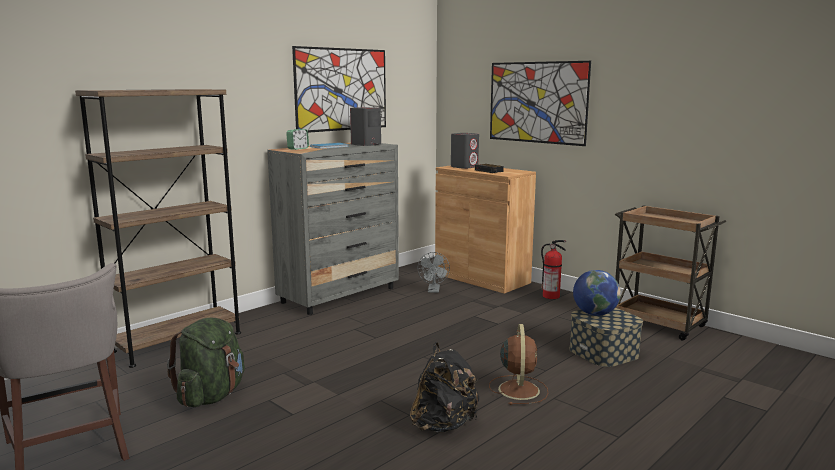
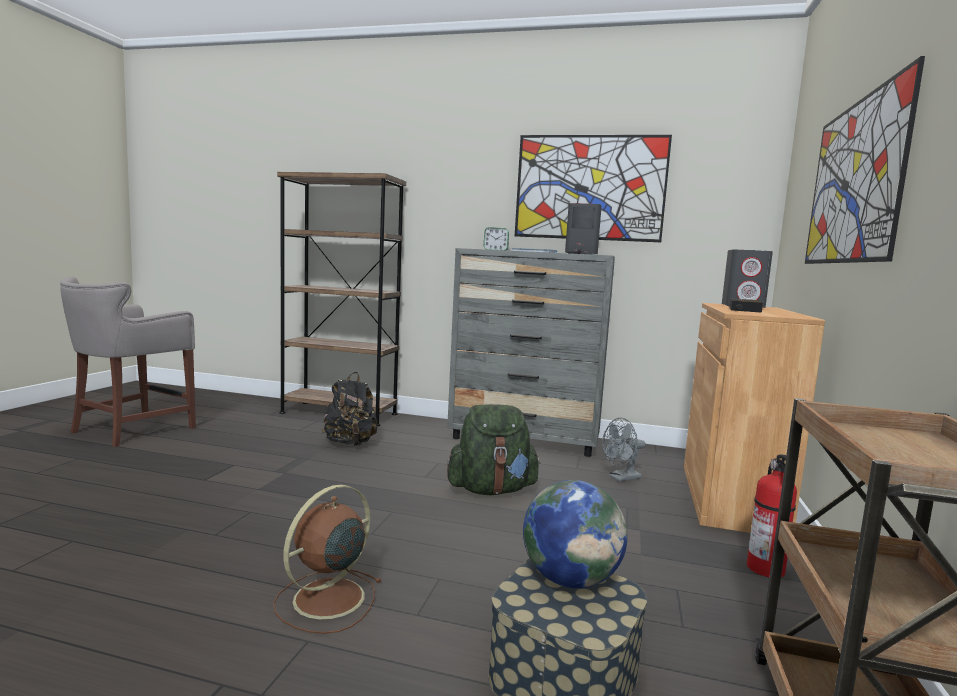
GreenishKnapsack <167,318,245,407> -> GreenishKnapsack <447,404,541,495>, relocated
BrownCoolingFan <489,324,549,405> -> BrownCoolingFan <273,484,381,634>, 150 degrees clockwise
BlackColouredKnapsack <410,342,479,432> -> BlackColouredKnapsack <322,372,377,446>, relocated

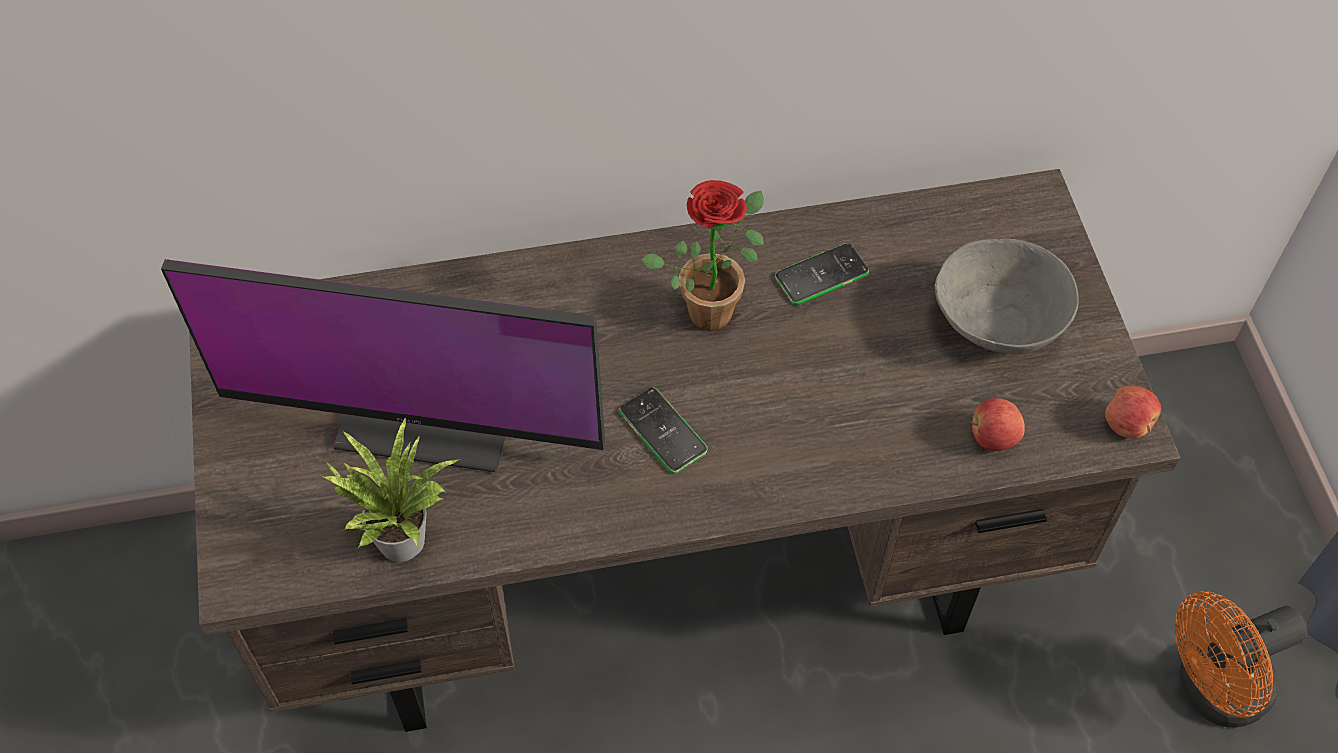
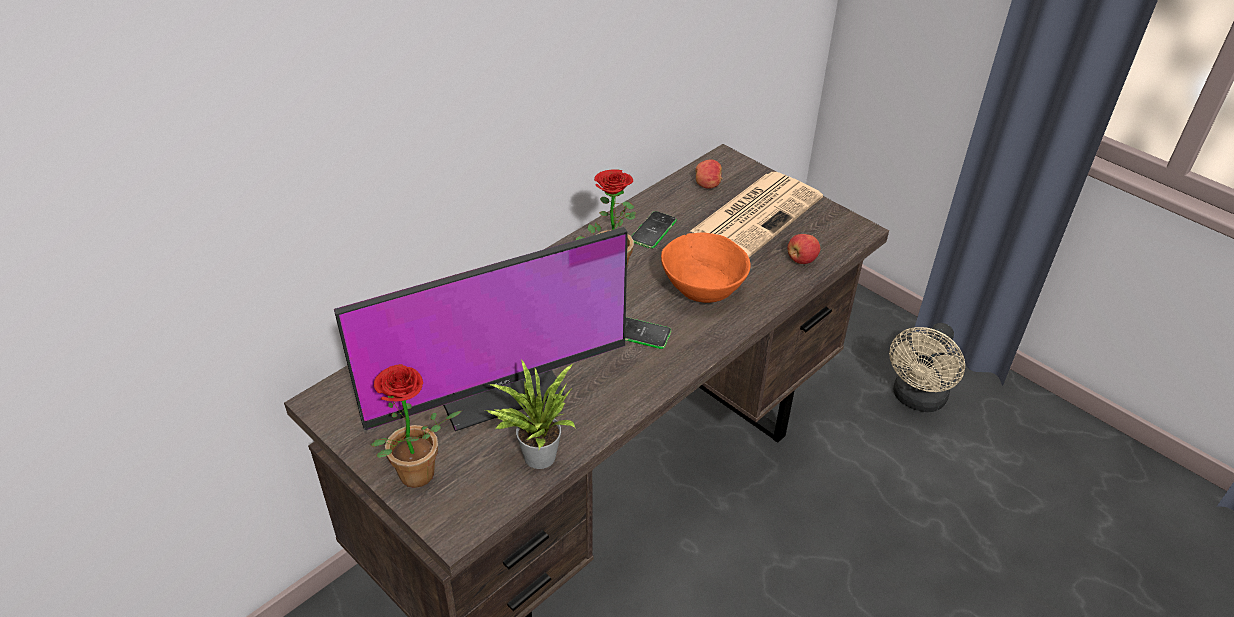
GrayBowl <935,239,1079,354> -> PrintedPaper <690,172,823,257>
AppleFruit <1105,385,1161,438> -> AppleFruit <696,160,722,189>, relocated
OrangeyCoolingFan <1175,591,1307,728> -> BeigeCoolingFan <889,323,965,412>
none -> OrangeyBowl <661,232,751,303>
none -> PottedPlant <370,364,461,488>

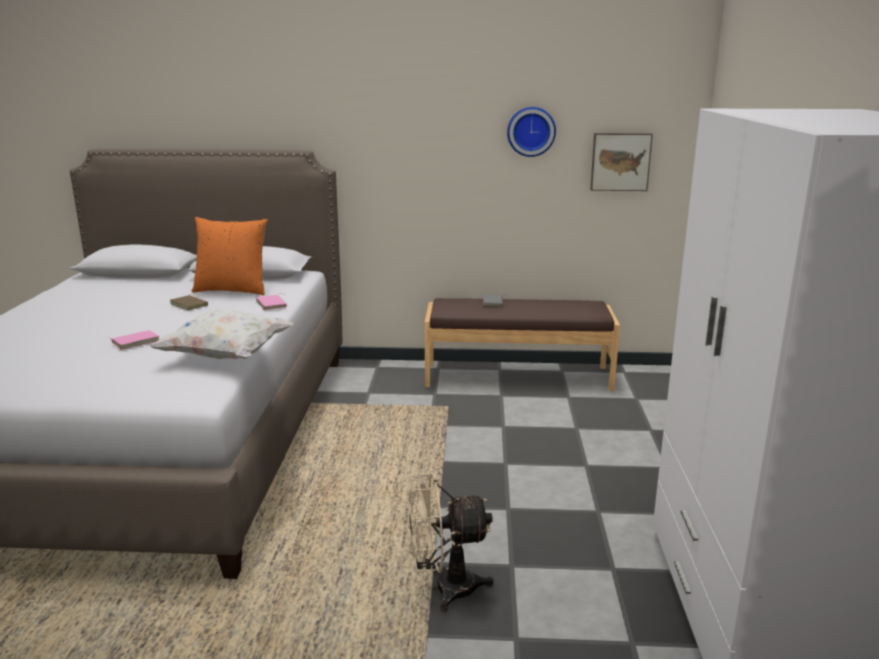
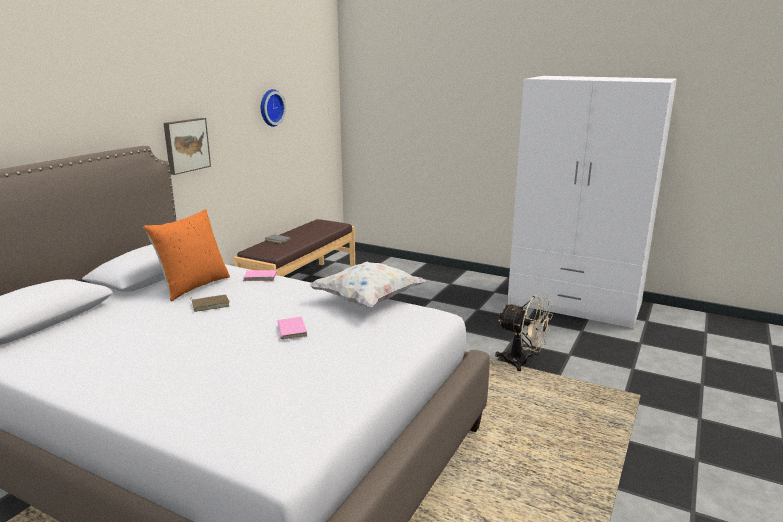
WallArt <590,133,653,191> -> WallArt <163,118,211,175>, relocated
BeigeCoolingFan <407,473,494,612> -> BeigeCoolingFan <495,295,553,371>, 75 degrees counterclockwise

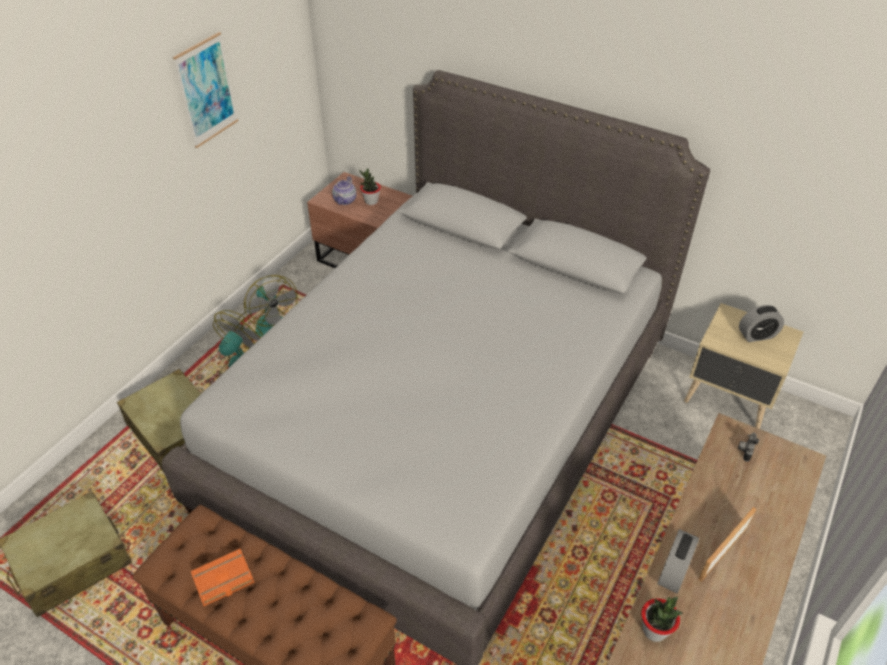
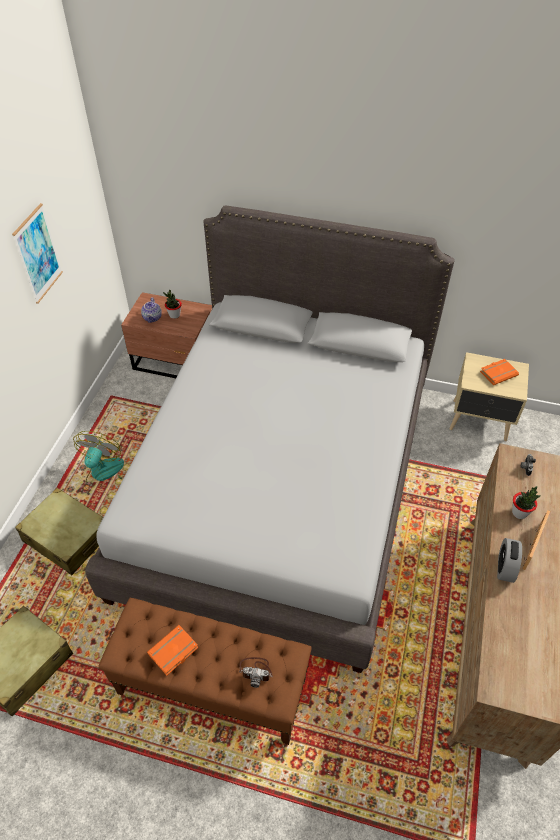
CoolingFan <238,275,298,337> -> none
TableClock <739,305,784,342> -> OrangeyBook <480,359,519,385>
PottedPlant <641,597,683,642> -> PottedPlant <512,486,540,519>, relocated
none -> PhotoCamera <239,657,273,688>

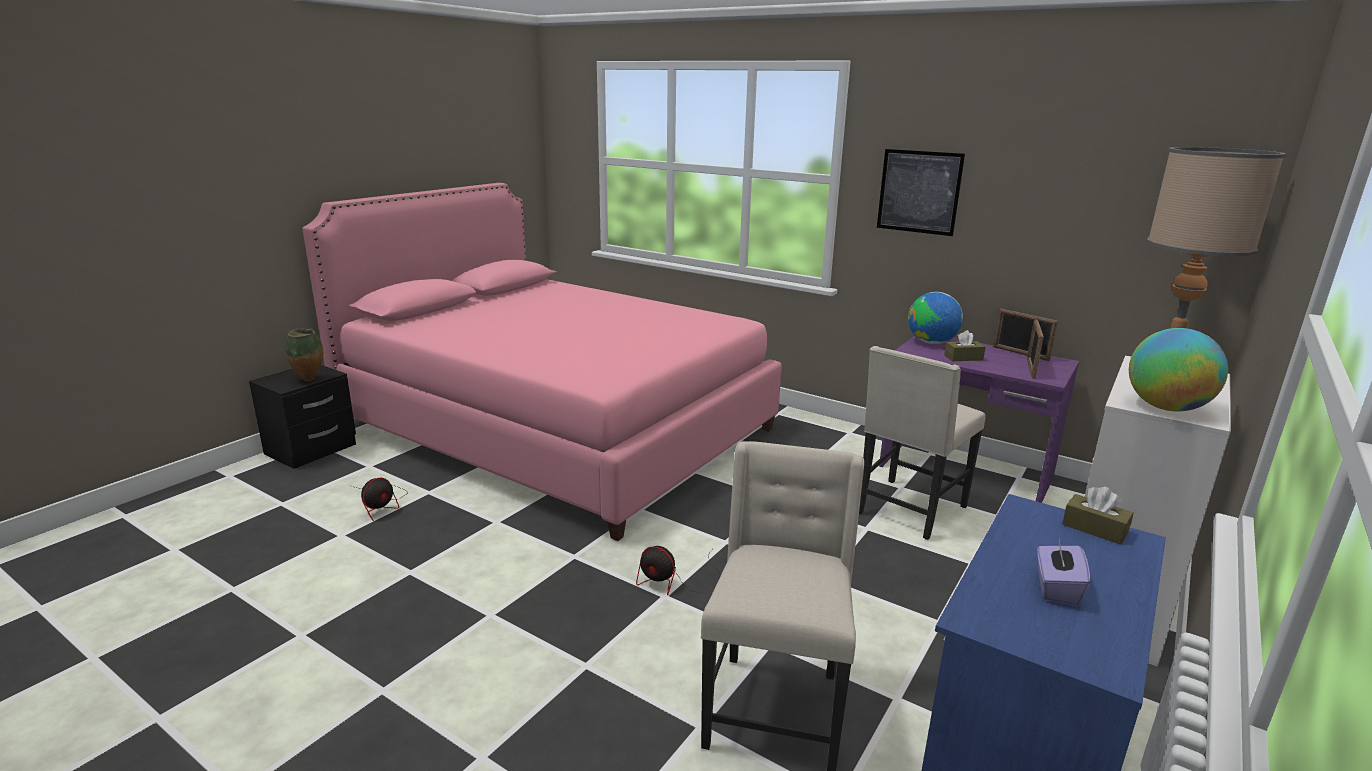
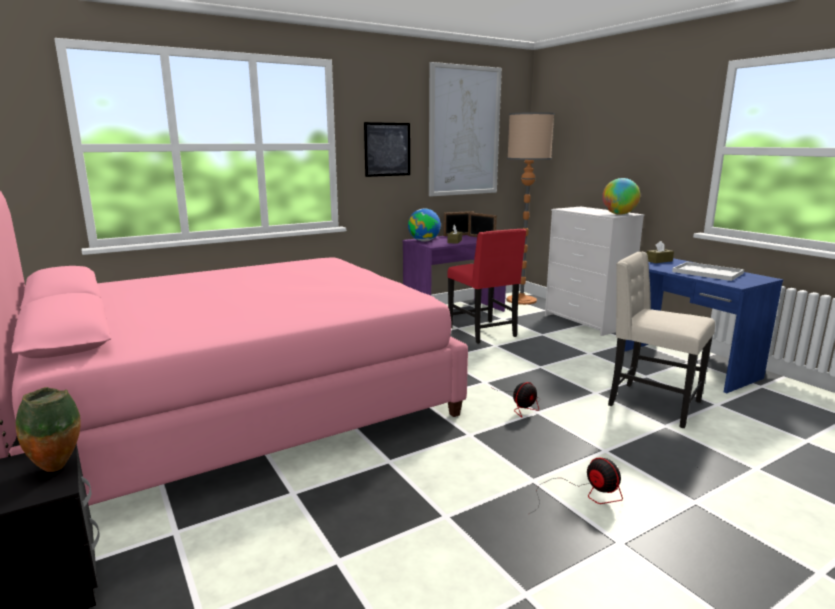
BeigeUprightChair <859,346,986,540> -> ReddishUprightChair <447,229,527,344>
CoolingFan <350,478,408,521> -> CoolingFan <529,458,623,514>, relocated
PurpleBoxOfTissues <1037,539,1090,606> -> WhitishServingTray <672,262,744,281>
none -> WallArt <429,62,502,196>

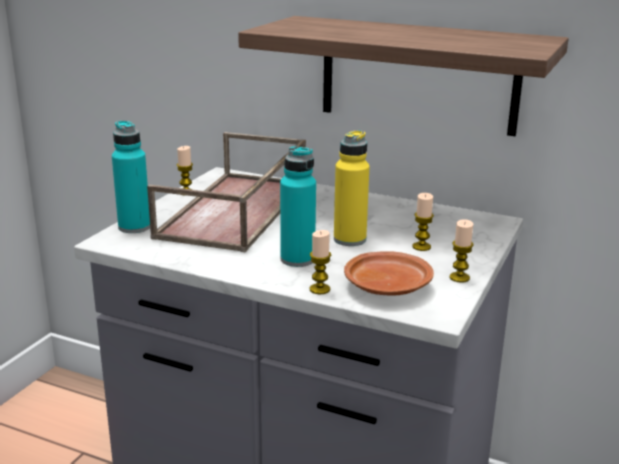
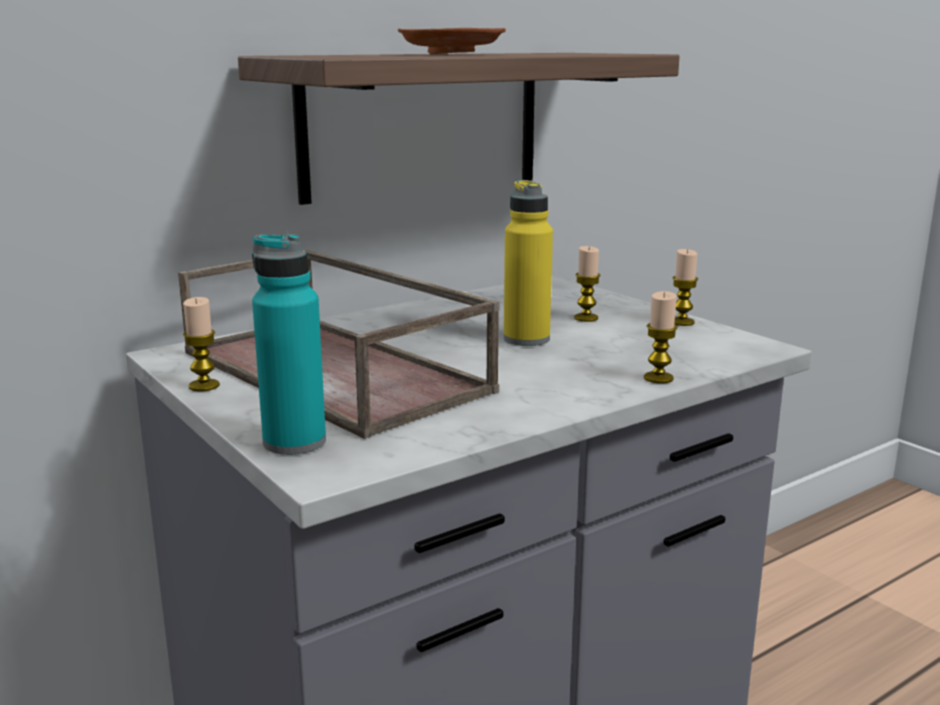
TurquoiseColouredBeverageBottle <280,146,316,267> -> none
BrownPlate <344,251,434,296> -> BrownPlate <398,28,506,54>, relocated

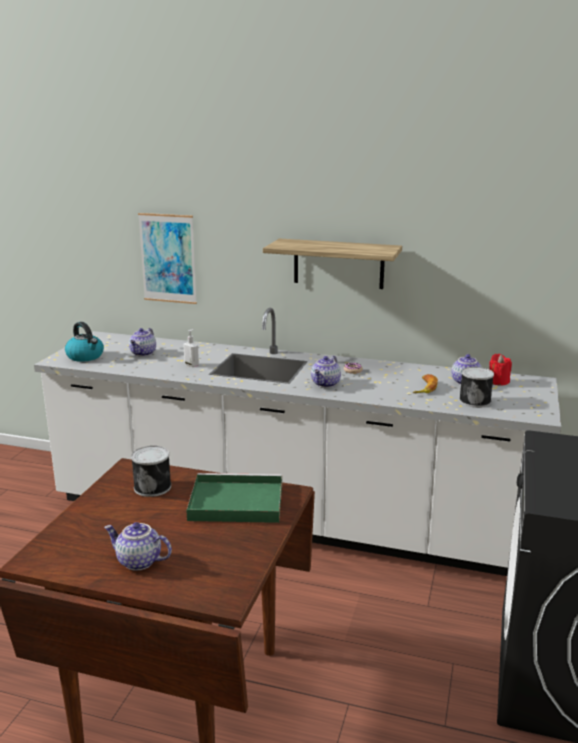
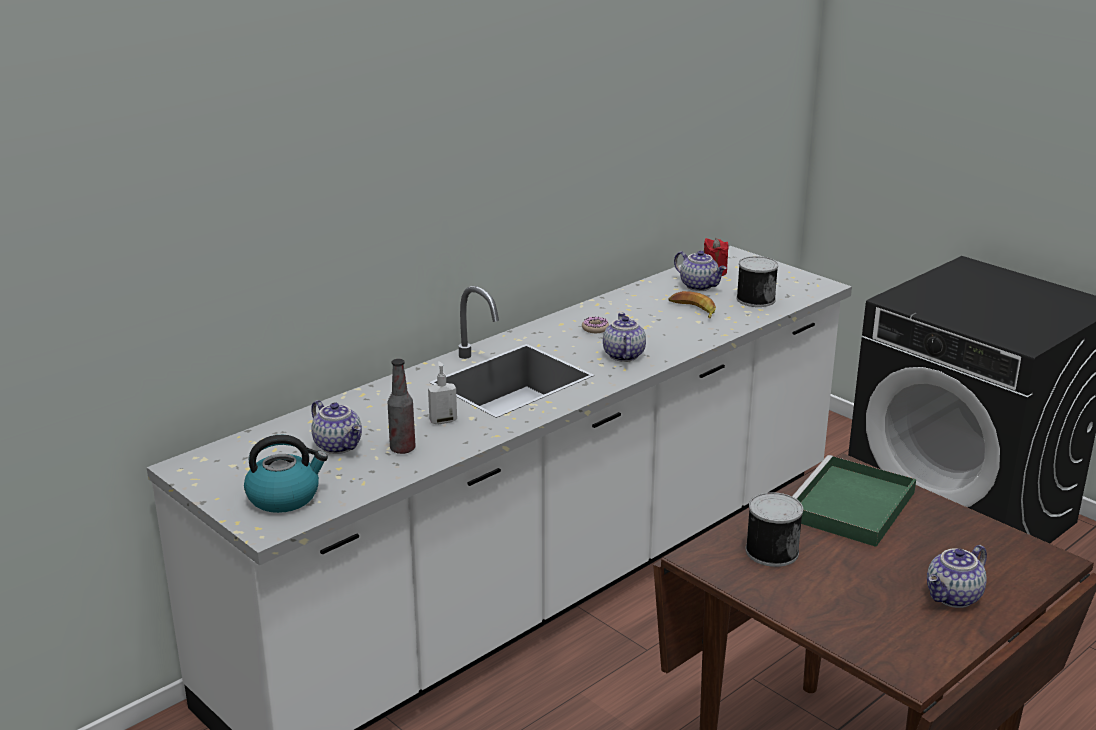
WallArt <138,213,197,304> -> none
Shelf <263,238,402,289> -> none
PotForTea <311,356,341,388> -> PotForTea <603,313,646,361>, 150 degrees counterclockwise
none -> BeverageBottle <388,359,416,454>

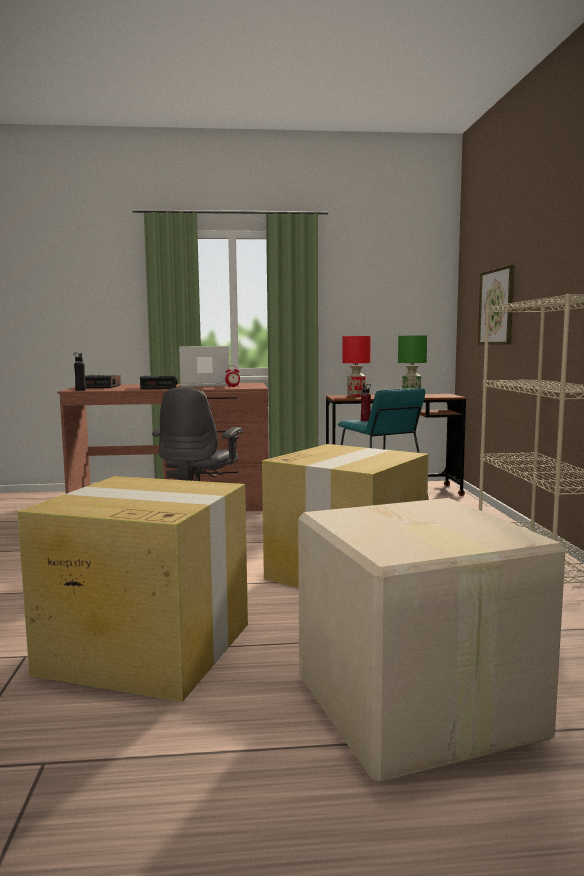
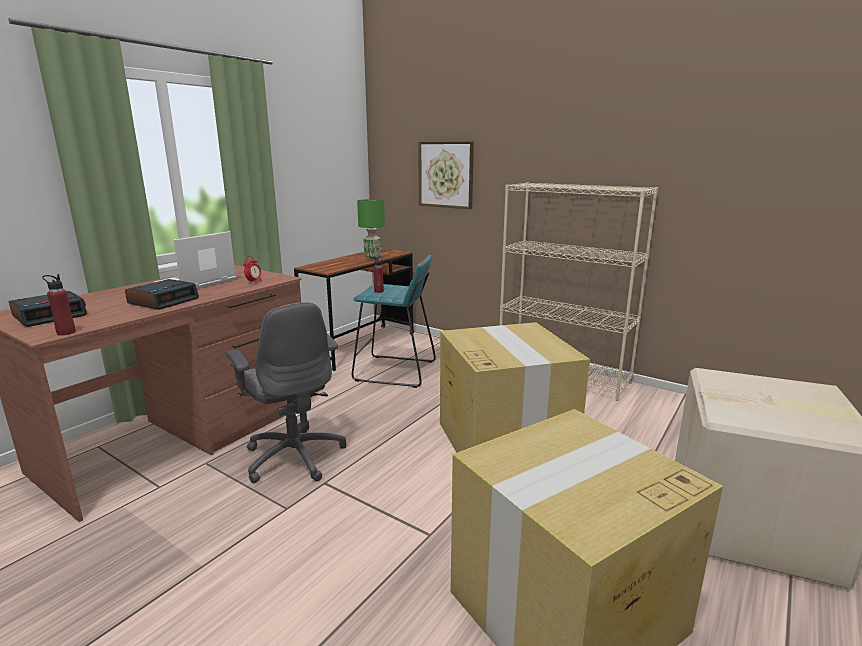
ReddishTabletopLamp <342,336,371,397> -> none
BlackColouredBeverageBottle <74,353,86,391> -> ReddishBeverageBottle <42,274,76,336>

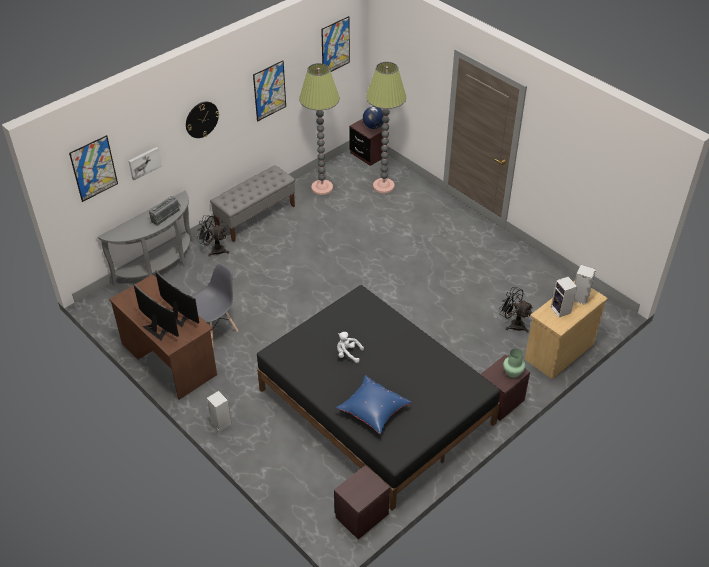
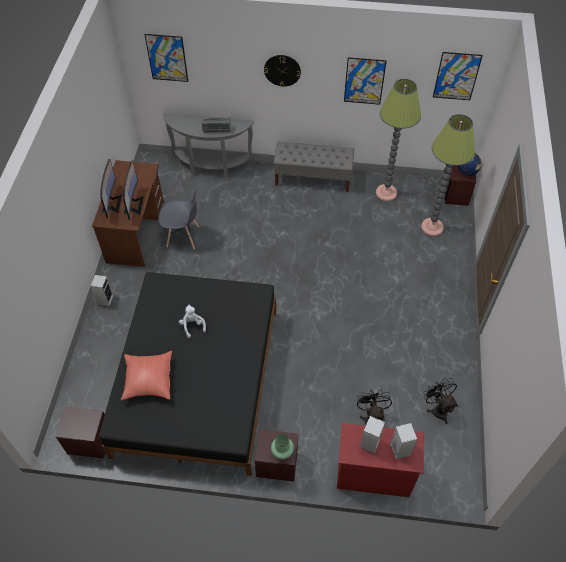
WallArt <129,147,162,180> -> none
BlackColouredCoolingFan <197,215,229,257> -> BlackColouredCoolingFan <423,378,458,424>, relocated
BeigeChestOfDrawers <525,281,608,379> -> ReddishChestOfDrawers <337,423,424,497>
BlueColouredThrowPillow <336,375,411,434> -> ReddishThrowPillow <121,351,172,401>

